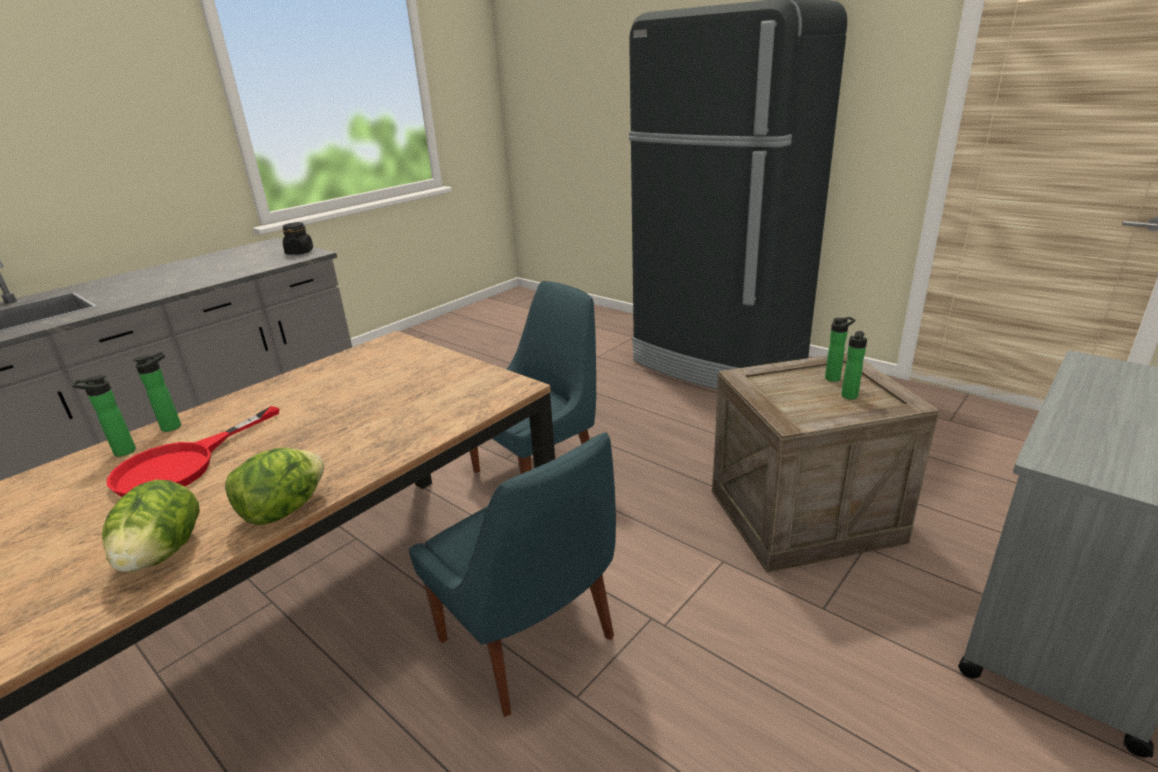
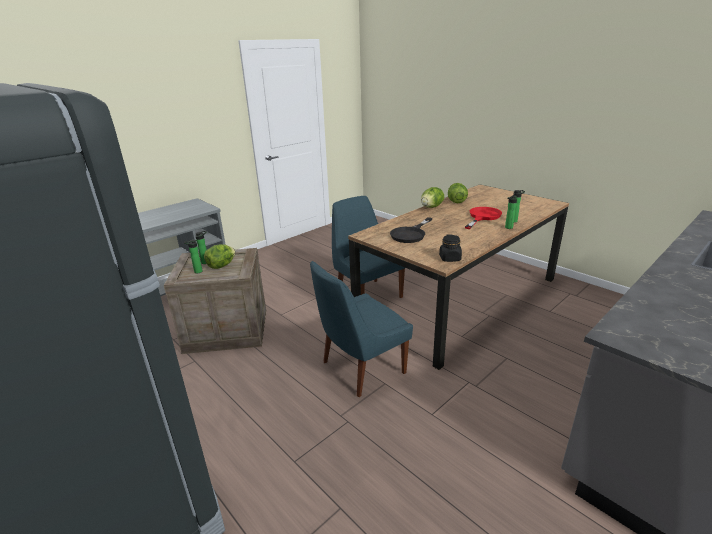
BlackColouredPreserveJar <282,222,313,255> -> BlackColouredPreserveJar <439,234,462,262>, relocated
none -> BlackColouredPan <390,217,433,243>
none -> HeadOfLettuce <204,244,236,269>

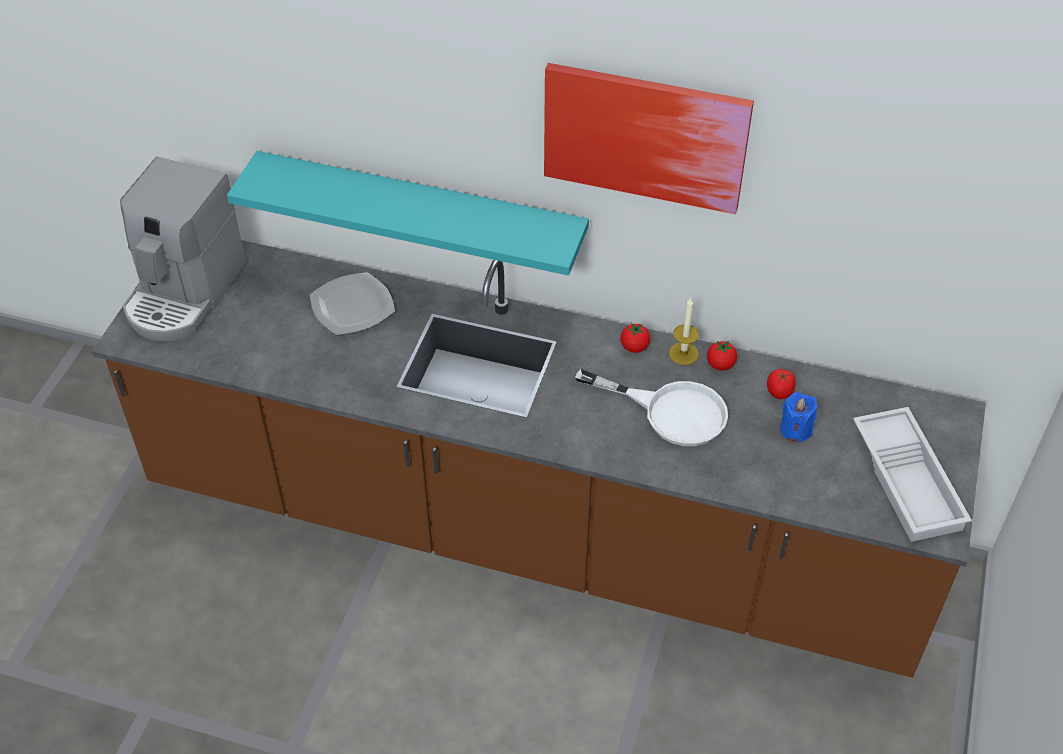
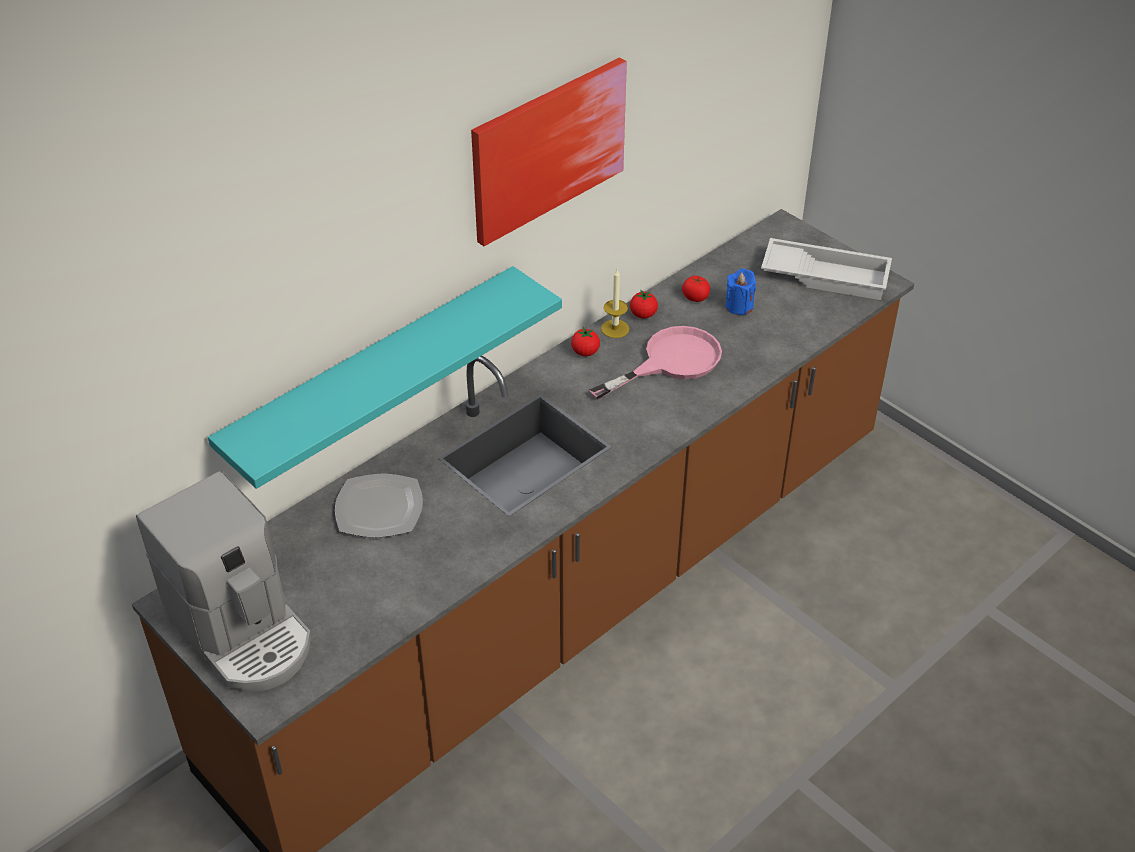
WhitishPan <575,369,728,446> -> PinkishPan <589,326,722,399>

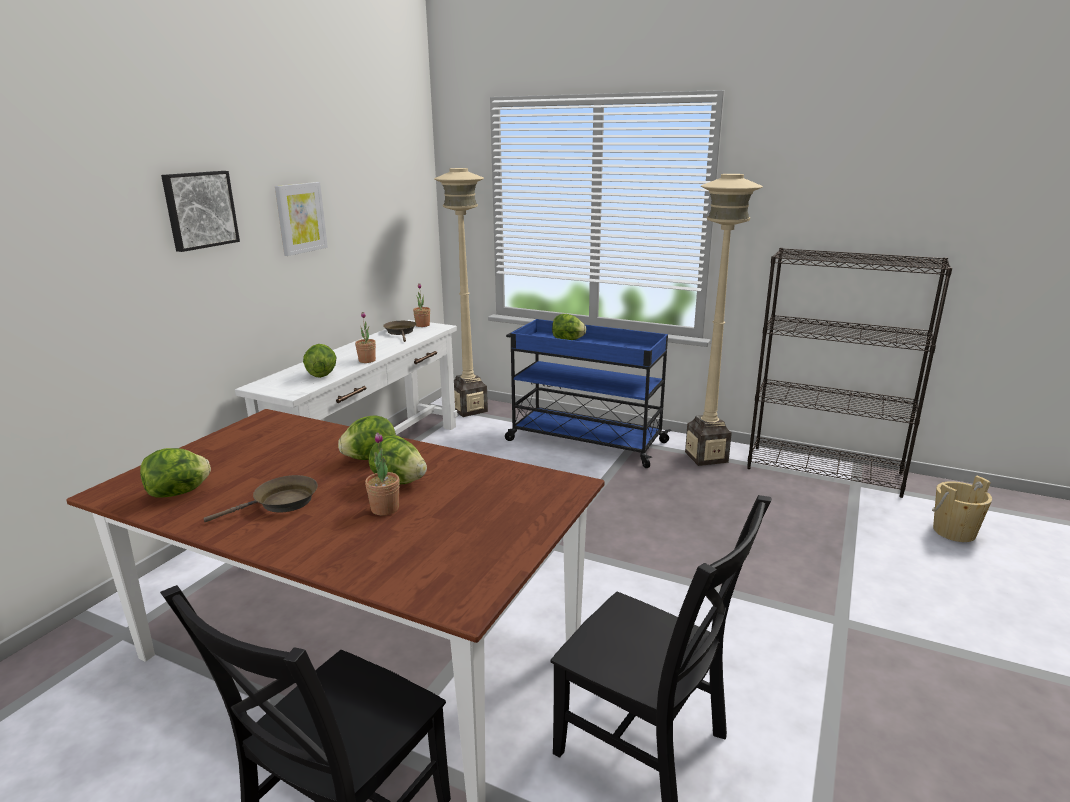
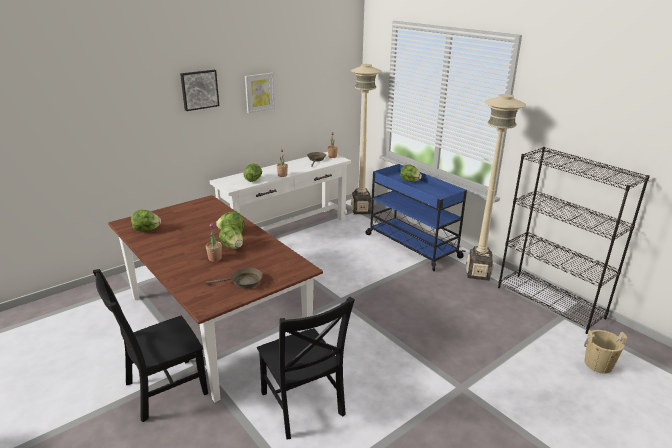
BrownPan <203,475,318,522> -> BrownPan <206,268,263,288>, relocated

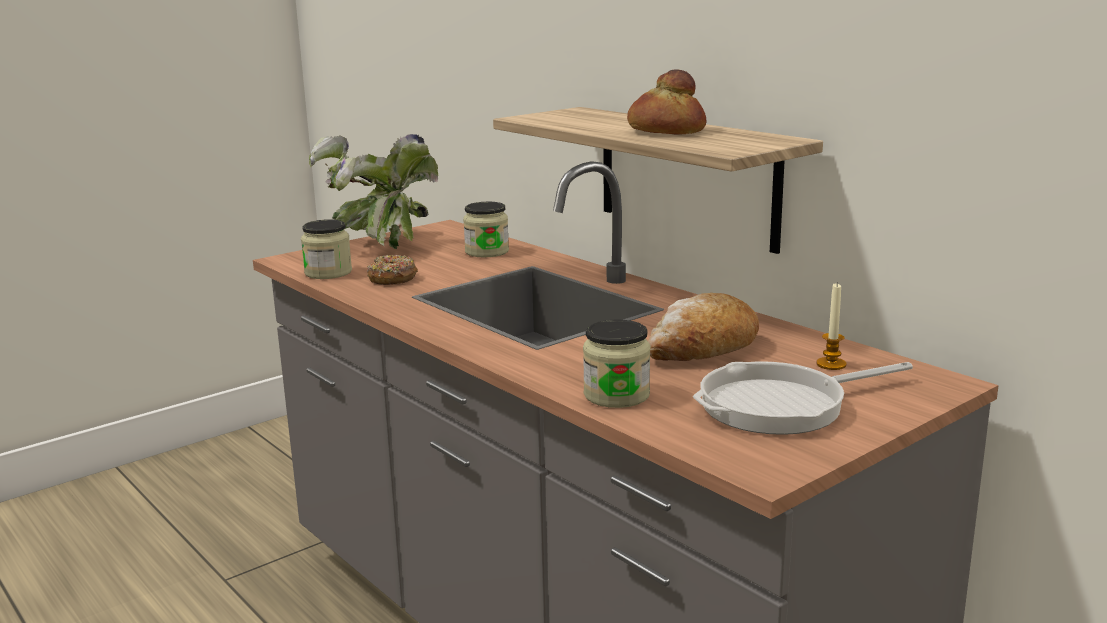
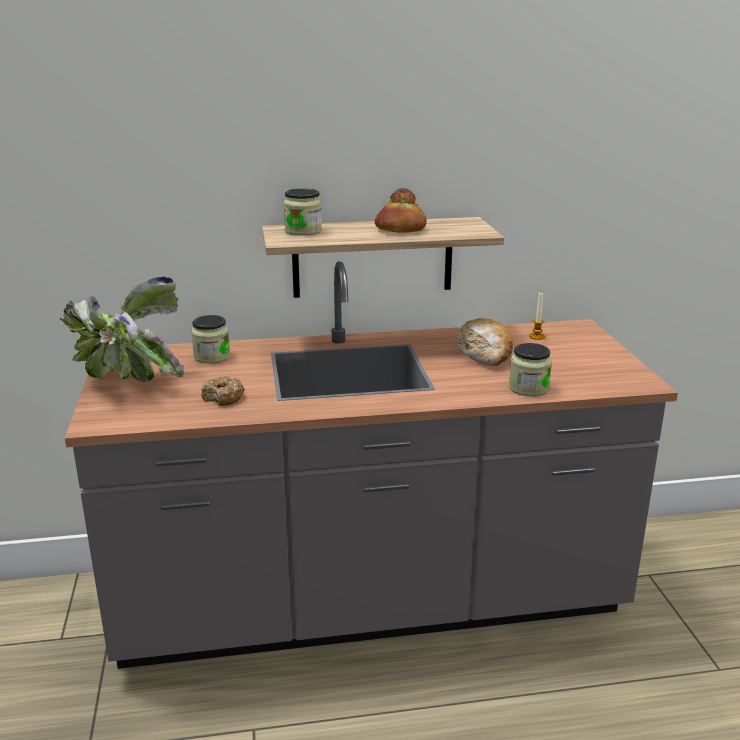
PreserveJar <301,219,352,279> -> PreserveJar <284,188,322,236>, relocated
Pan <693,361,913,435> -> none

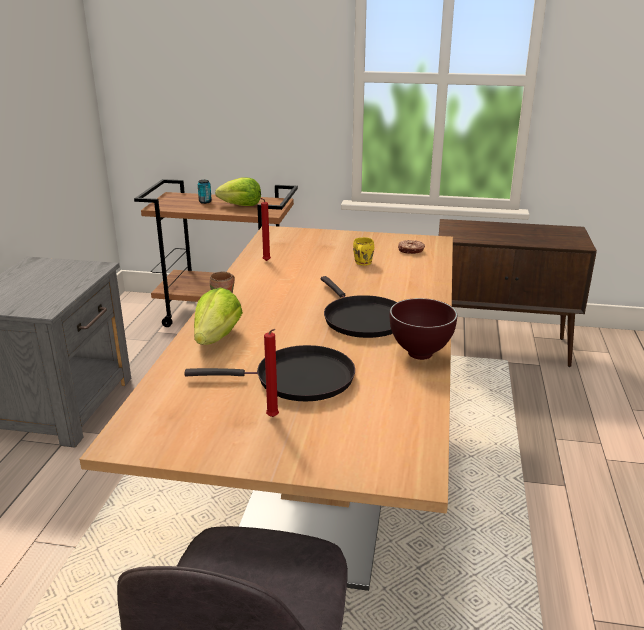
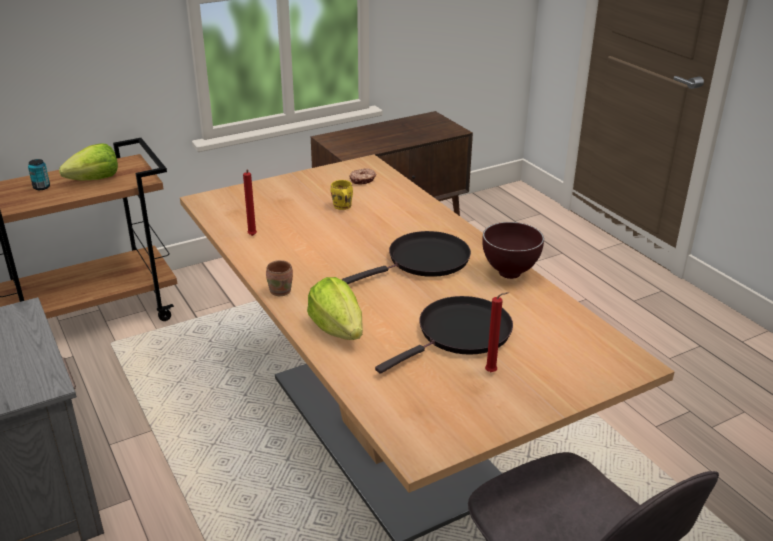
BlackColouredPan <321,276,397,338> -> BlackColouredPan <342,231,471,284>, 60 degrees counterclockwise

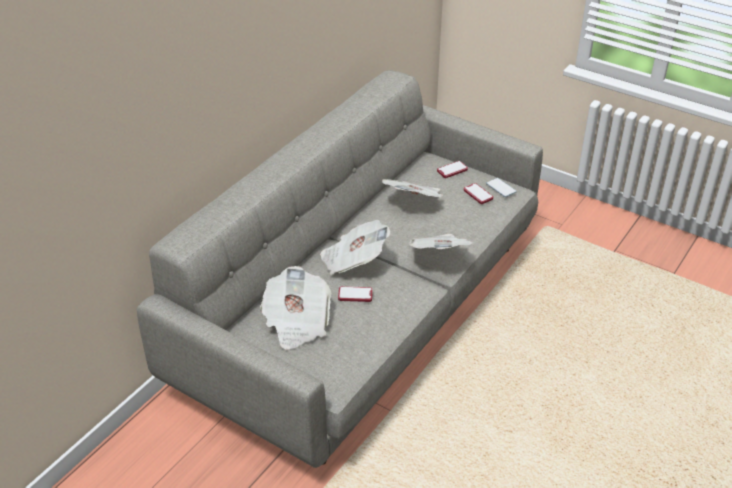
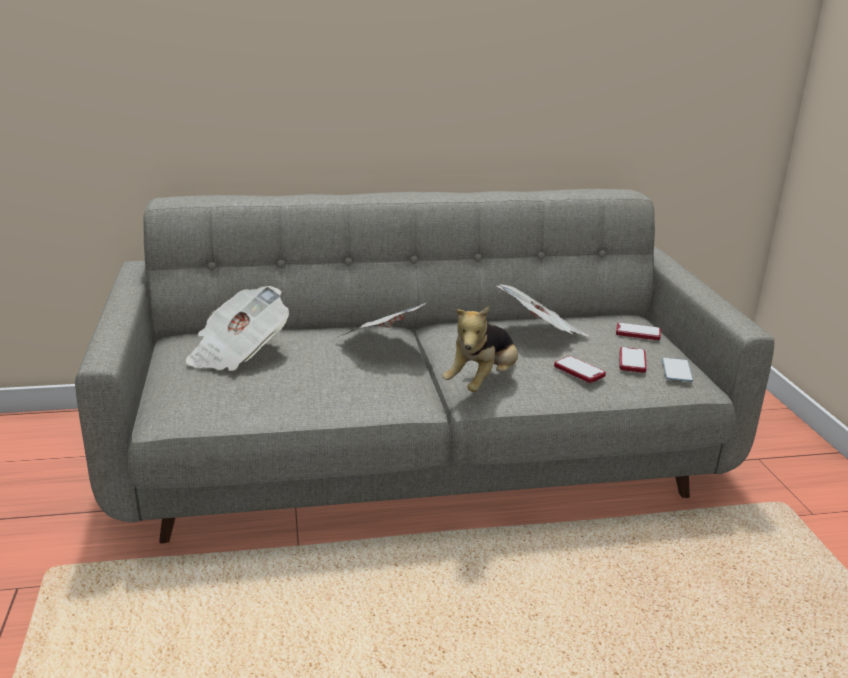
PrintedPaper <409,234,473,249> -> CuddlyToy <442,307,518,392>
Telephone <338,286,373,302> -> Telephone <554,356,606,383>, relocated

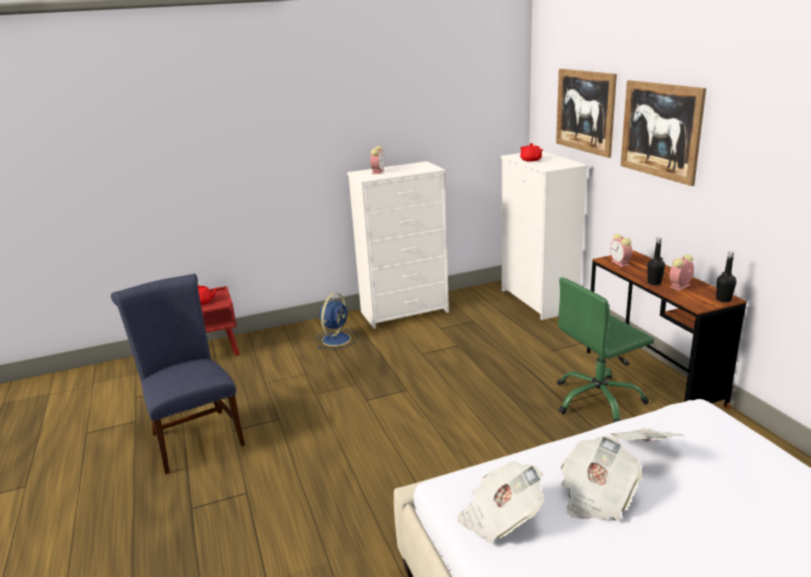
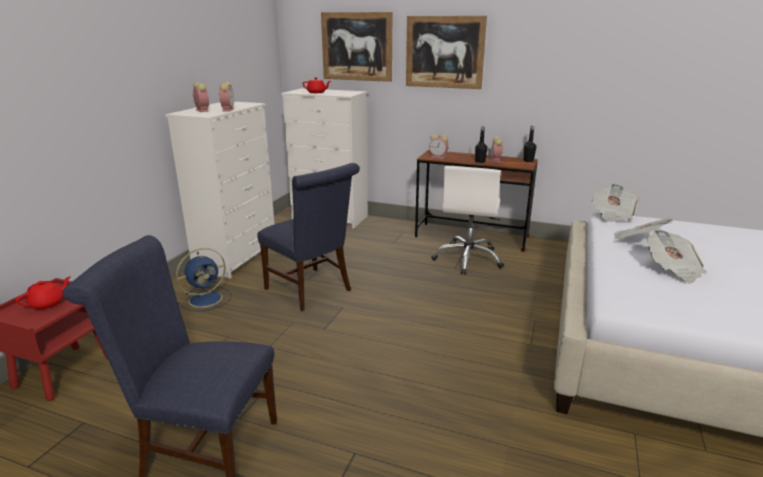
GreenishOfficeChair <557,277,653,423> -> WhitishOfficeChair <431,166,504,275>
BlueColouredCoolingFan <317,293,358,349> -> BlueColouredCoolingFan <176,248,231,311>, 75 degrees clockwise
PrintedPaper <458,461,544,543> -> PrintedPaper <592,184,639,222>, relocated
none -> TableClock <219,82,234,112>
none -> BlueColouredUprightChair <257,163,360,311>

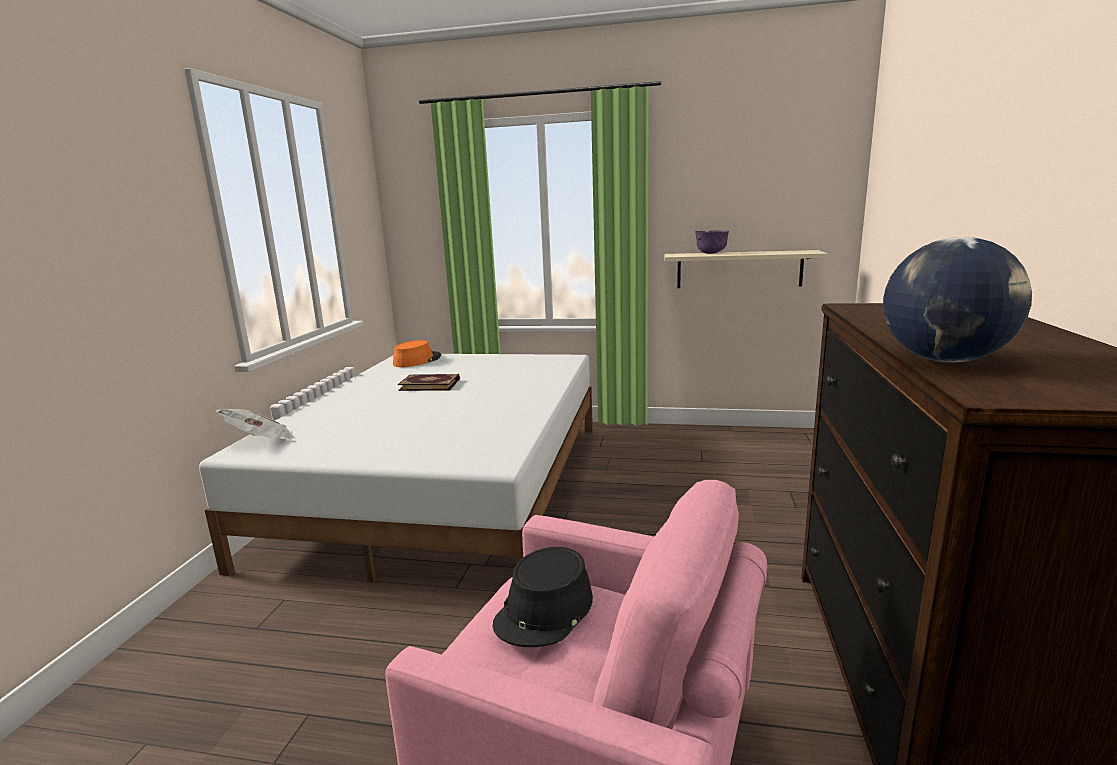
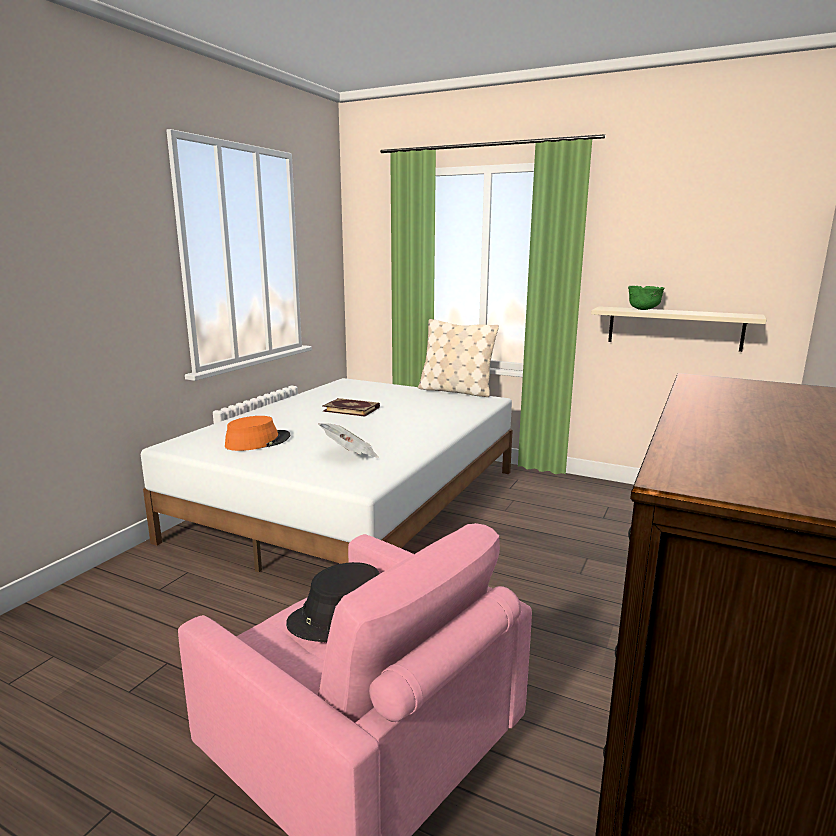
PurpleBowl <695,230,729,254> -> GreenishBowl <628,286,664,310>
WorldGlobe <883,237,1032,363> -> none
OrangeyWearableHat <393,340,441,367> -> OrangeyWearableHat <225,416,290,451>, relocated
PrintedPaper <216,409,296,439> -> PrintedPaper <318,423,379,458>, relocated
none -> BeigeThrowPillow <418,319,499,397>

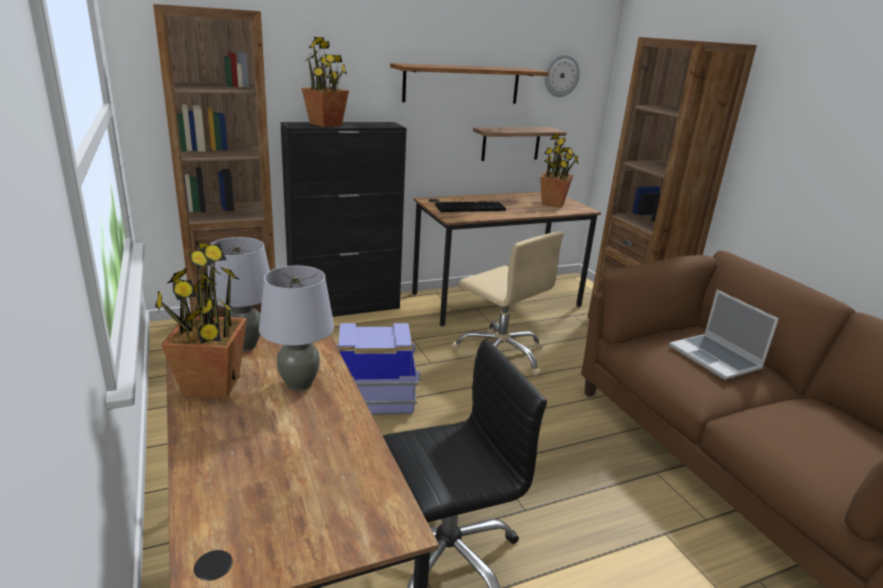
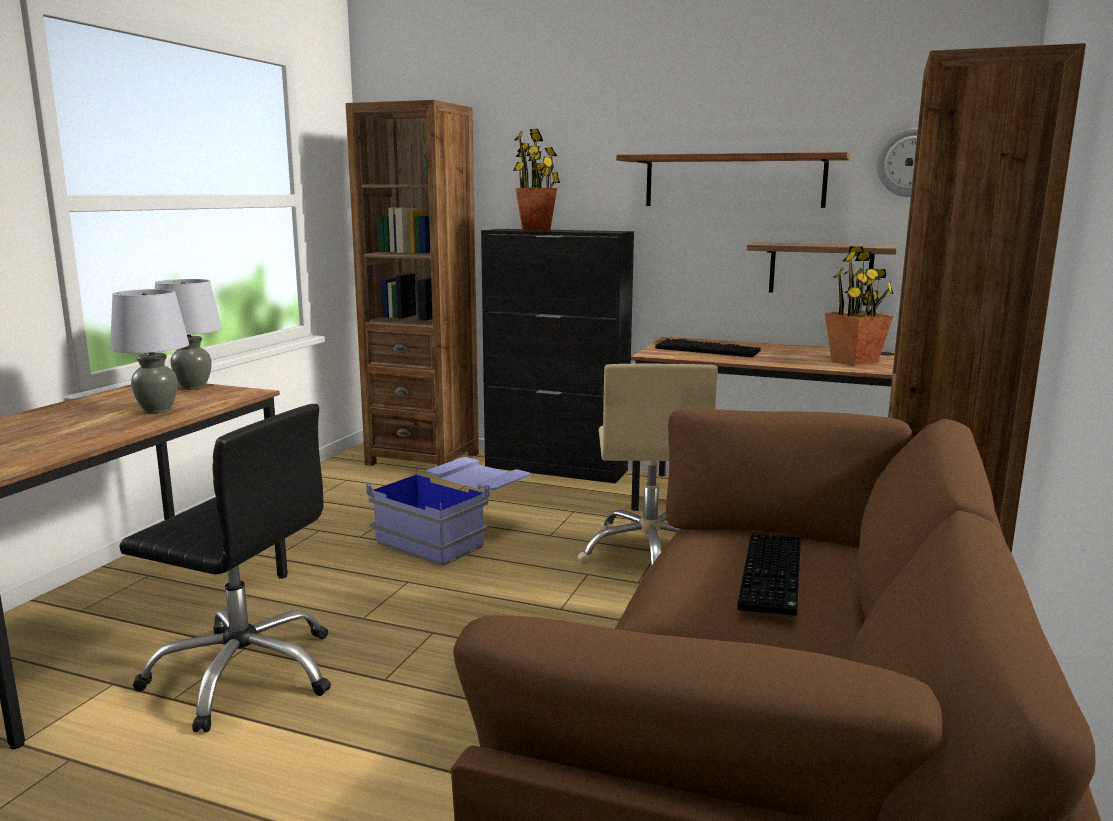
PottedPlant <155,242,247,399> -> none
PortableComputer <669,290,779,380> -> Keyboard <737,533,801,616>

